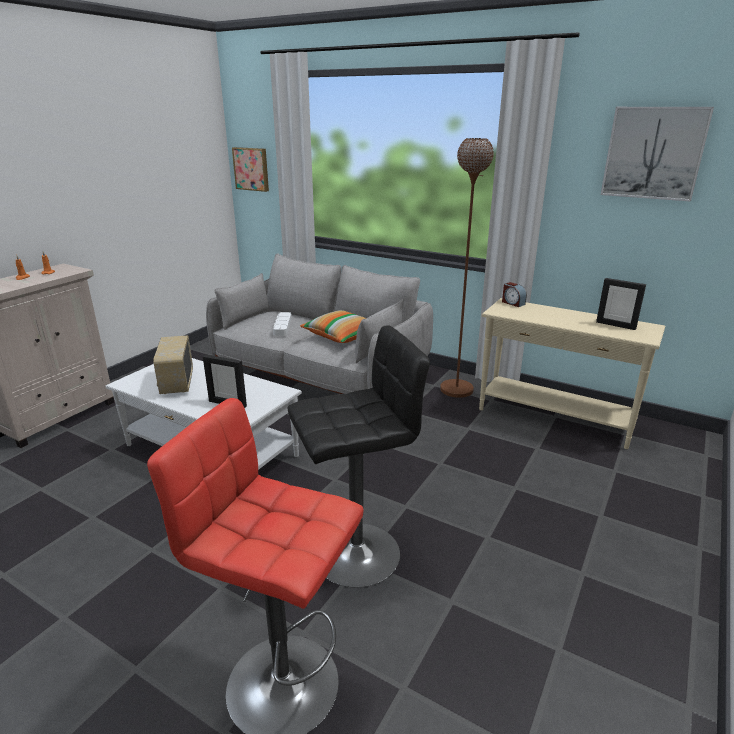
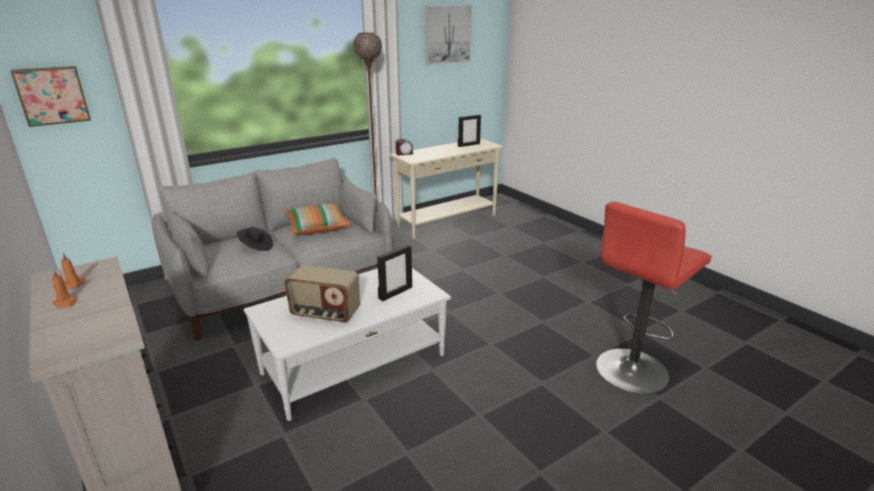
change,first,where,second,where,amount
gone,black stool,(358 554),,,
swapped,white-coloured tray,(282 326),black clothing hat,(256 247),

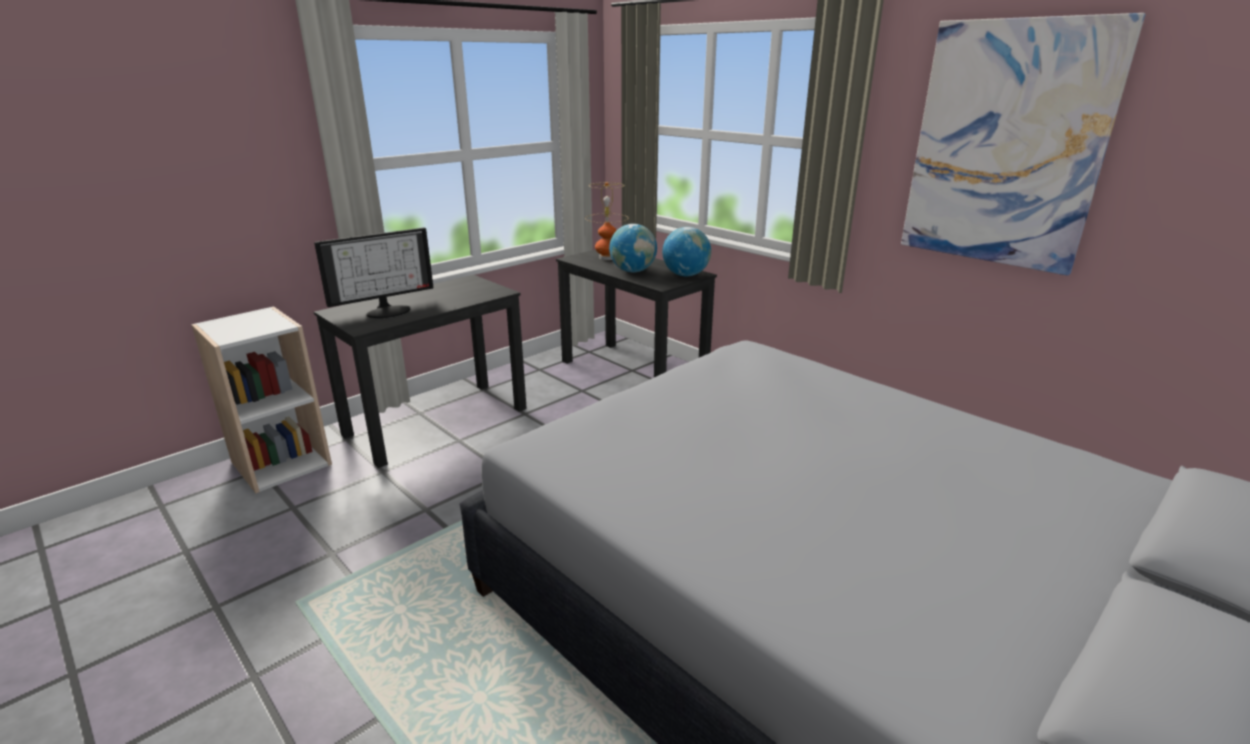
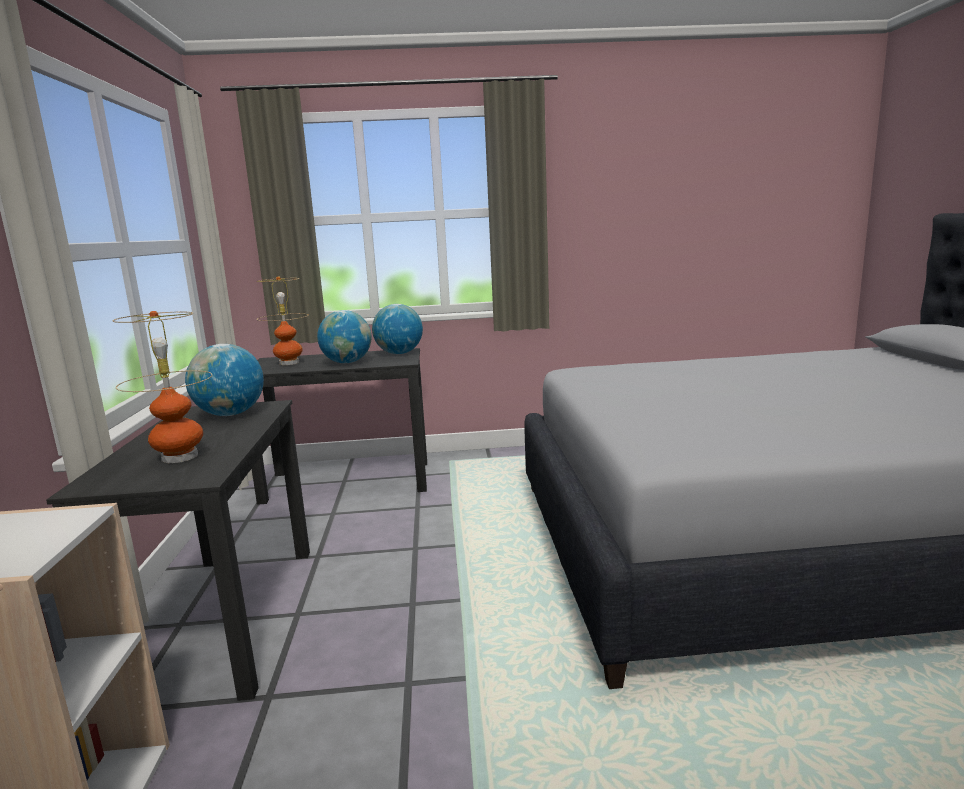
change,first,where,second,where,amount
gone,wall art,(1006 146),,,
new,,,desk globe,(230 414),
swapped,monitor,(388 310),tabletop lamp,(179 457),

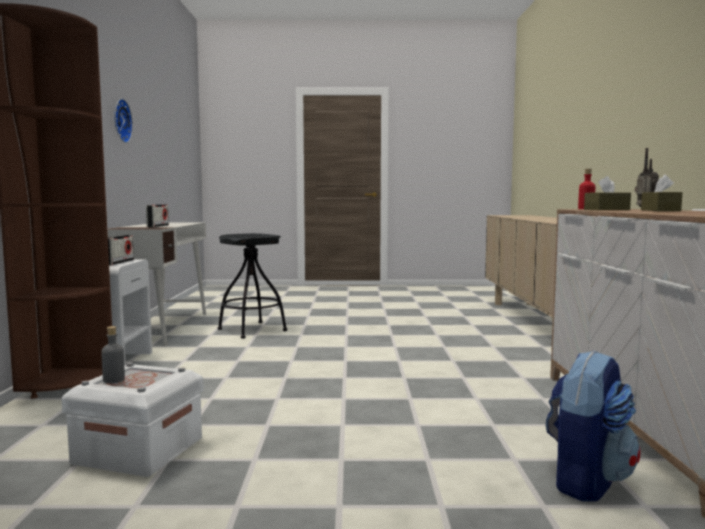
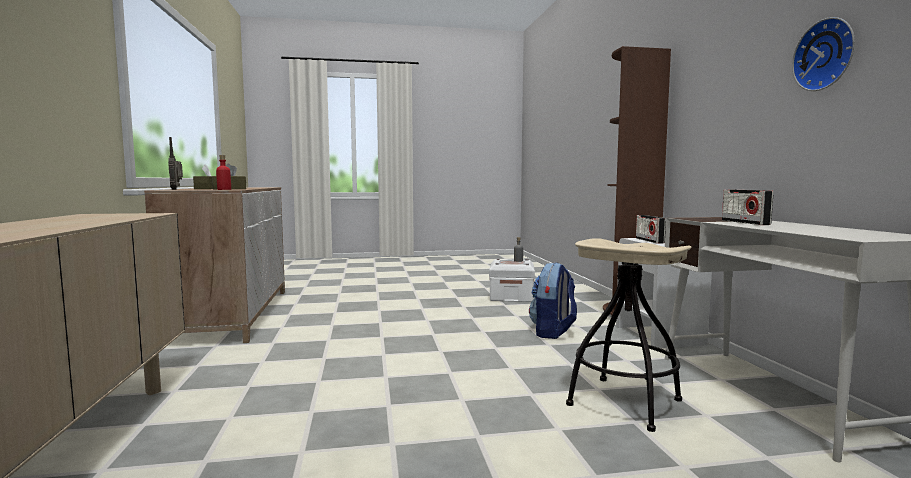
change,first,where,second,where,amount
shifted,rucksack,(586 480),,(553 332),
repainted,black stool,(252 330),beige stool,(623 402),

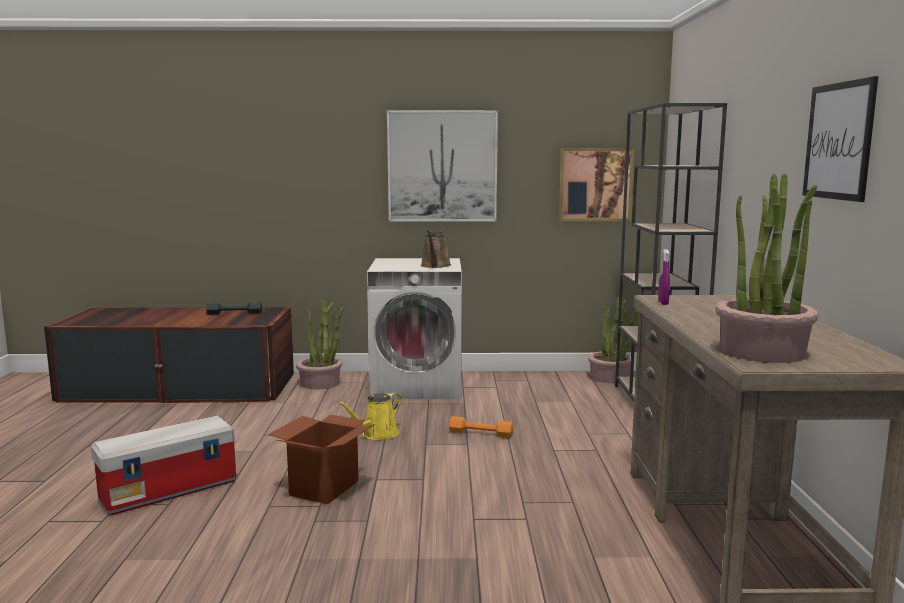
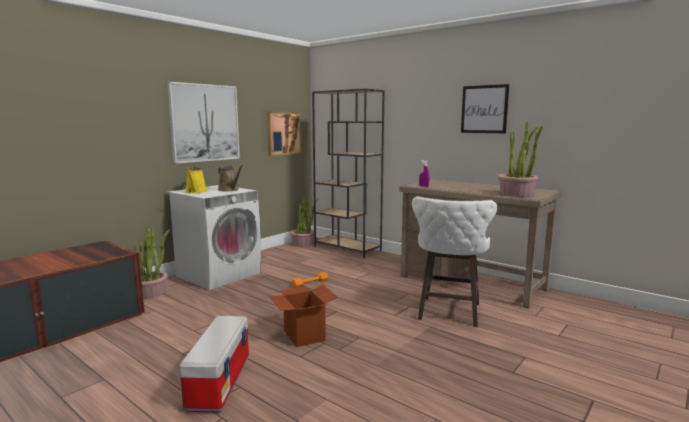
change,first,where,second,where,amount
gone,greyish hand weight,(234 313),,,
new,,,white-coloured stool,(448 313),
shifted,yellow-coloured sprinkling can,(377 434),,(196 192),

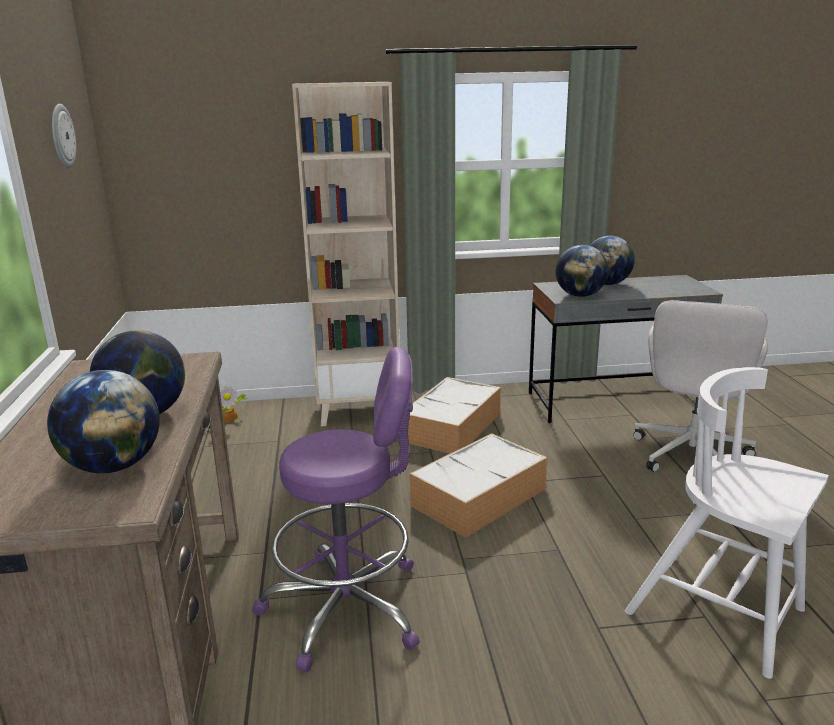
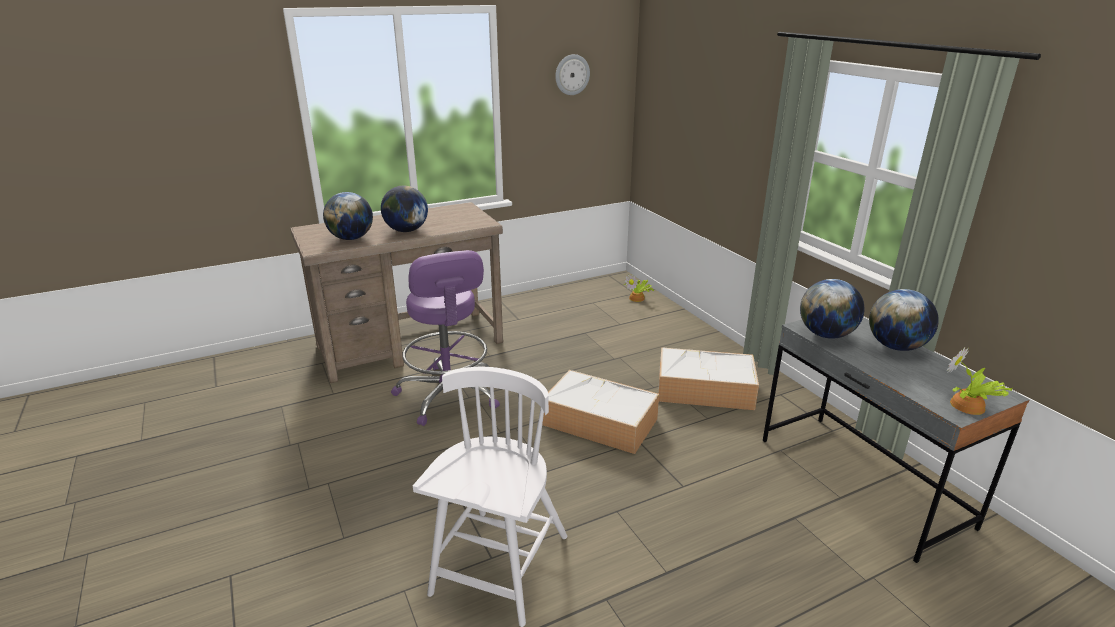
change,first,where,second,where,amount
gone,beige shelving unit,(359 409),,,
gone,white-coloured desk chair,(690 454),,,
new,,,houseplant,(968 407),

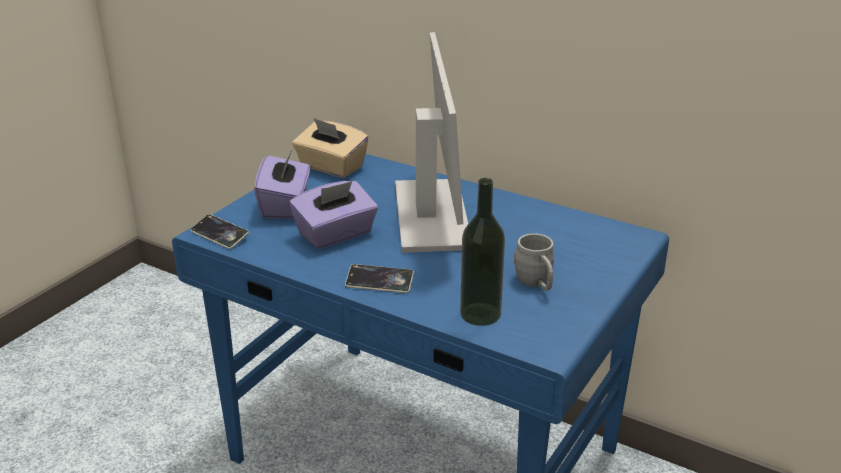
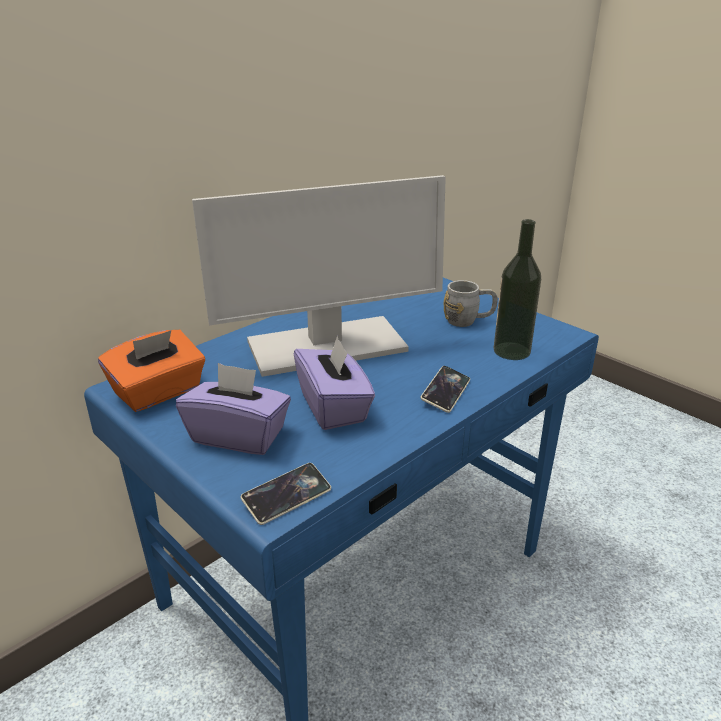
change,first,where,second,where,amount
repainted,beige box of tissues,(331 167),orangey box of tissues,(159 392),
rotated,monitor,(432 216),,(325 347),150 degrees clockwise

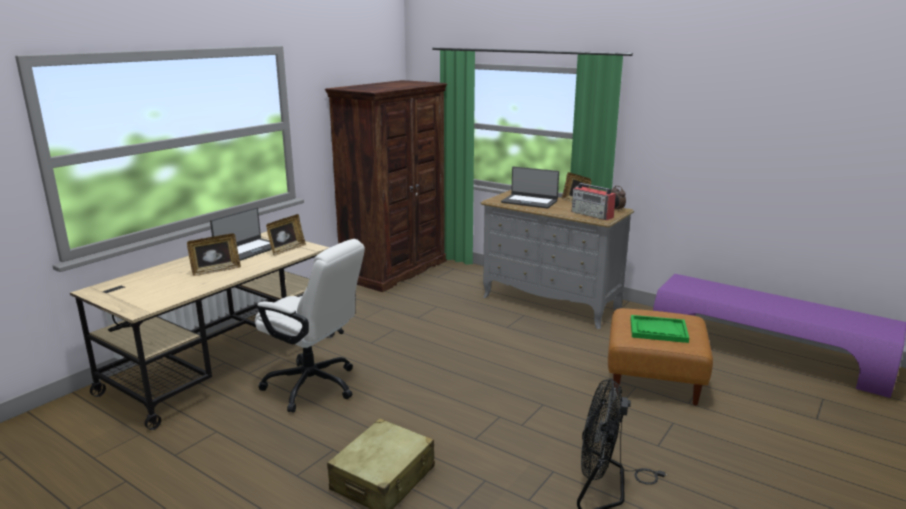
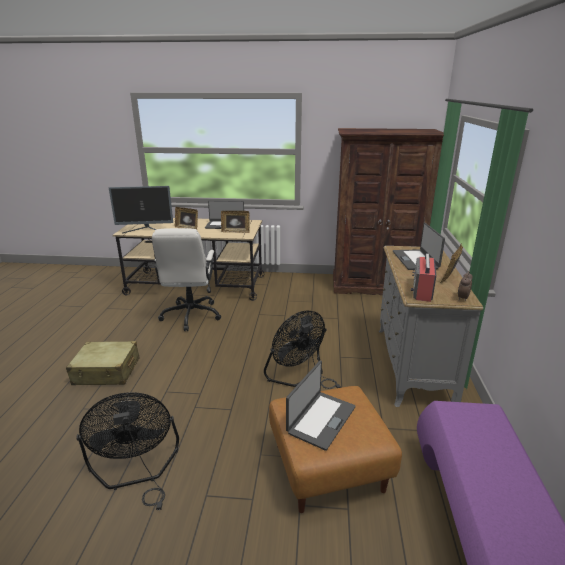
change,first,where,second,where,amount
new,,,monitor,(145 230),
new,,,black cooling fan,(304 375),
swapped,green-coloured tray,(658 330),notebook computer,(320 419),

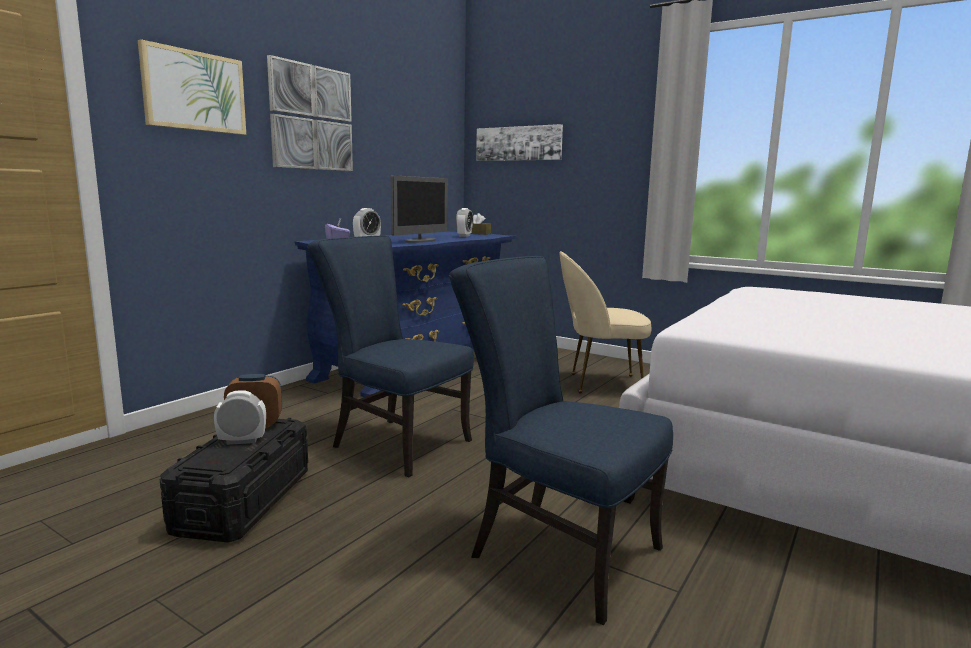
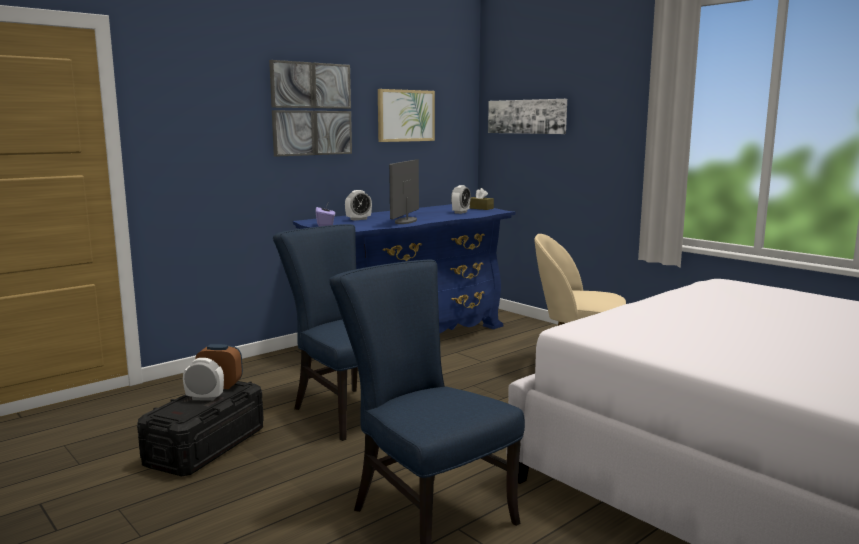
change,first,where,second,where,amount
shifted,wall art,(194 91),,(405 115),
rotated,monitor,(420 241),,(405 221),150 degrees clockwise

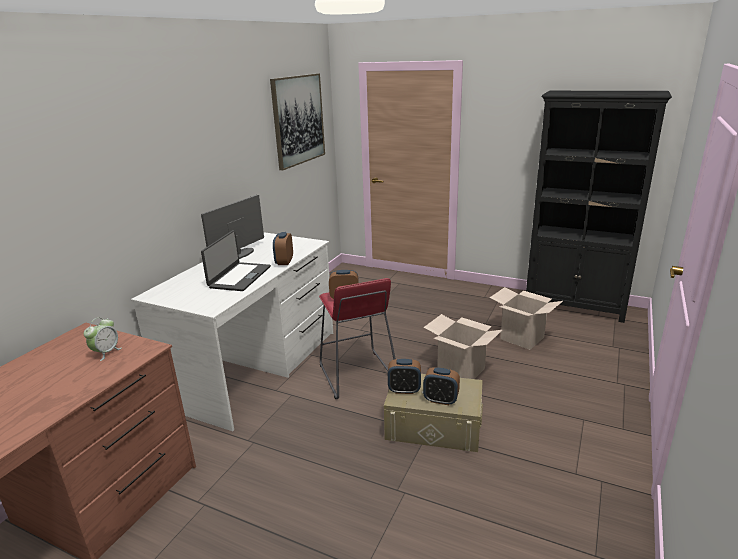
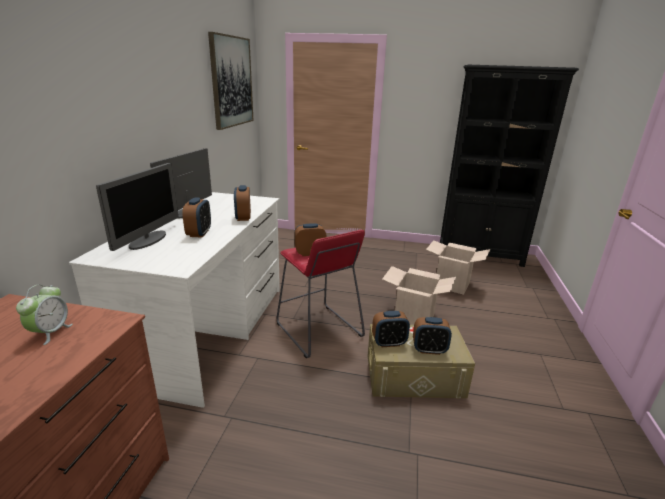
change,first,where,second,where,amount
new,,,monitor,(148 240),
swapped,notebook computer,(239 277),alarm clock,(199 233),

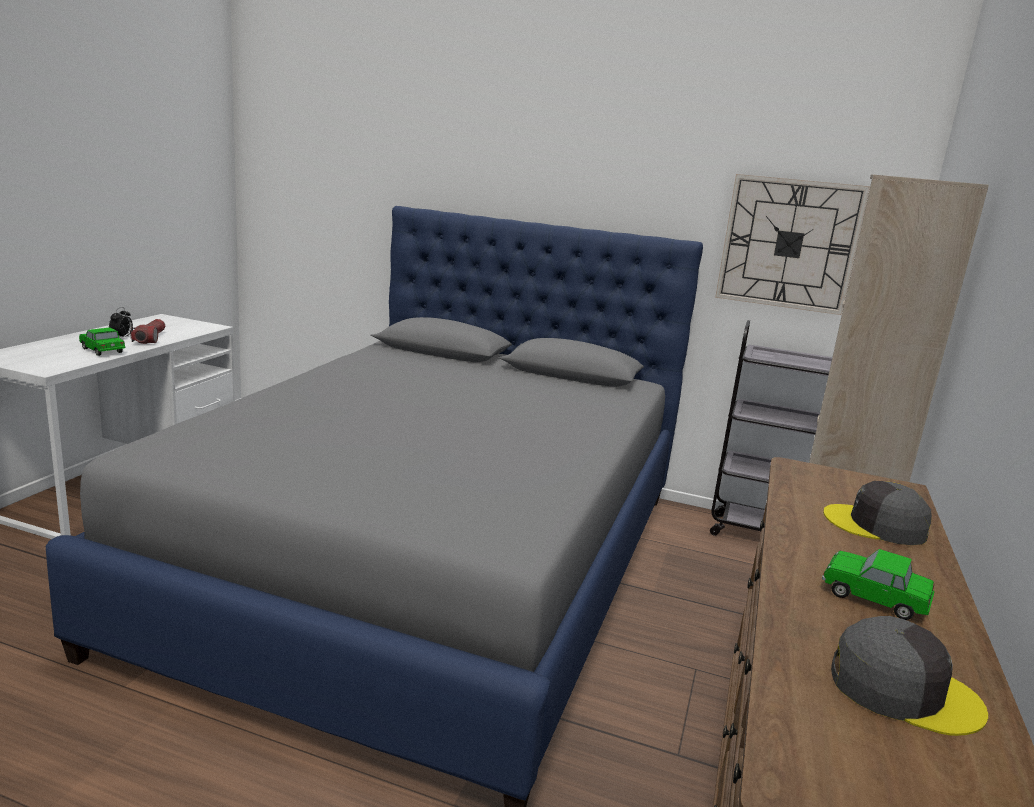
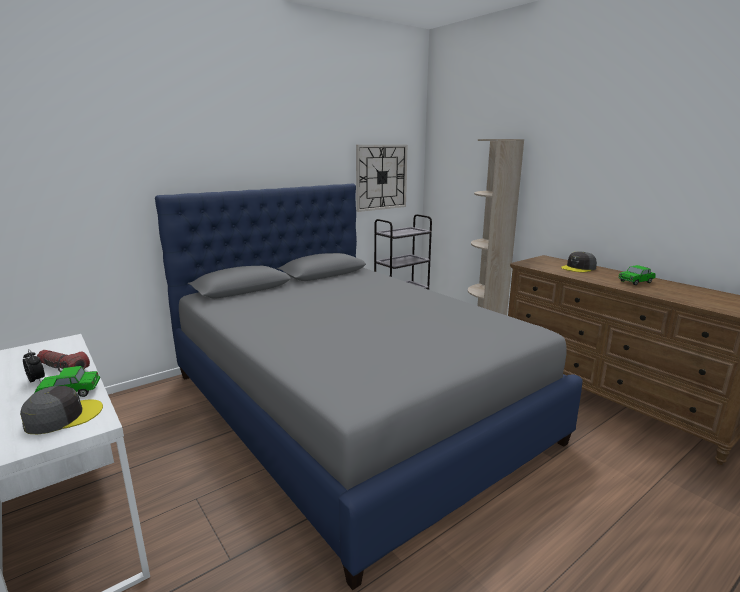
change,first,where,second,where,amount
shifted,greyish peaked cap,(902 689),,(63 416),

